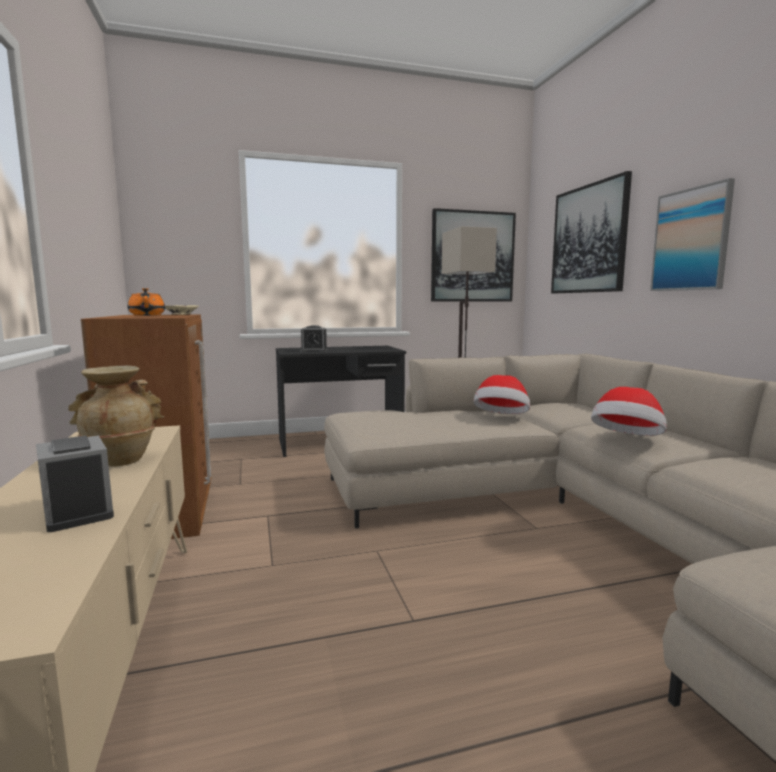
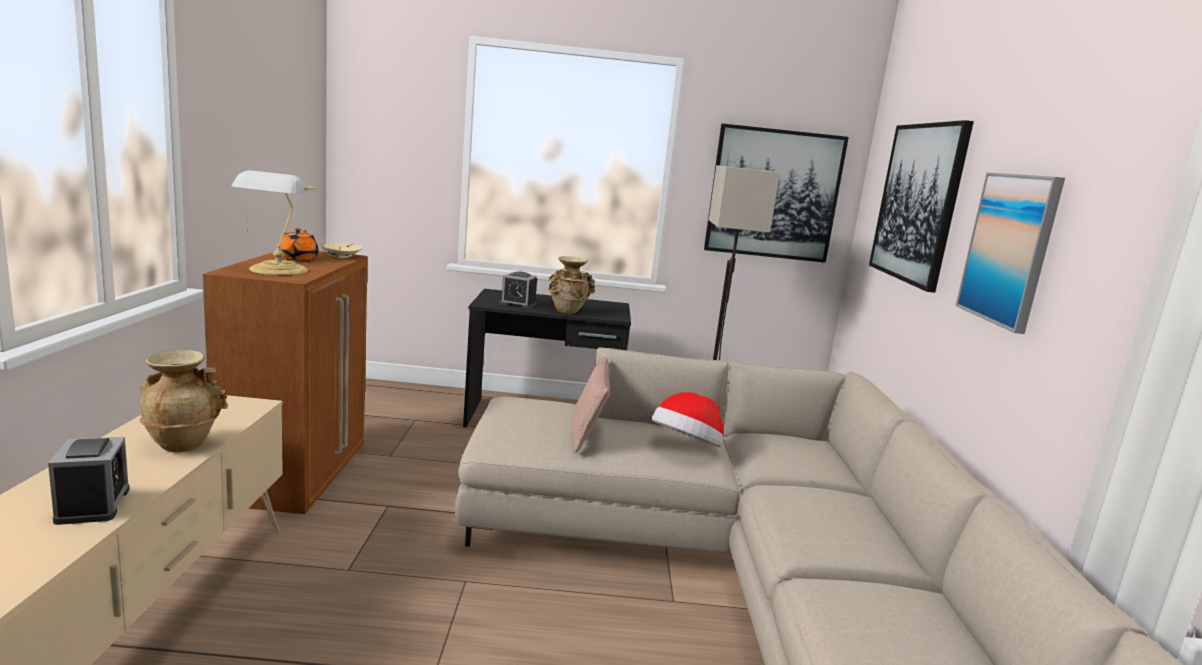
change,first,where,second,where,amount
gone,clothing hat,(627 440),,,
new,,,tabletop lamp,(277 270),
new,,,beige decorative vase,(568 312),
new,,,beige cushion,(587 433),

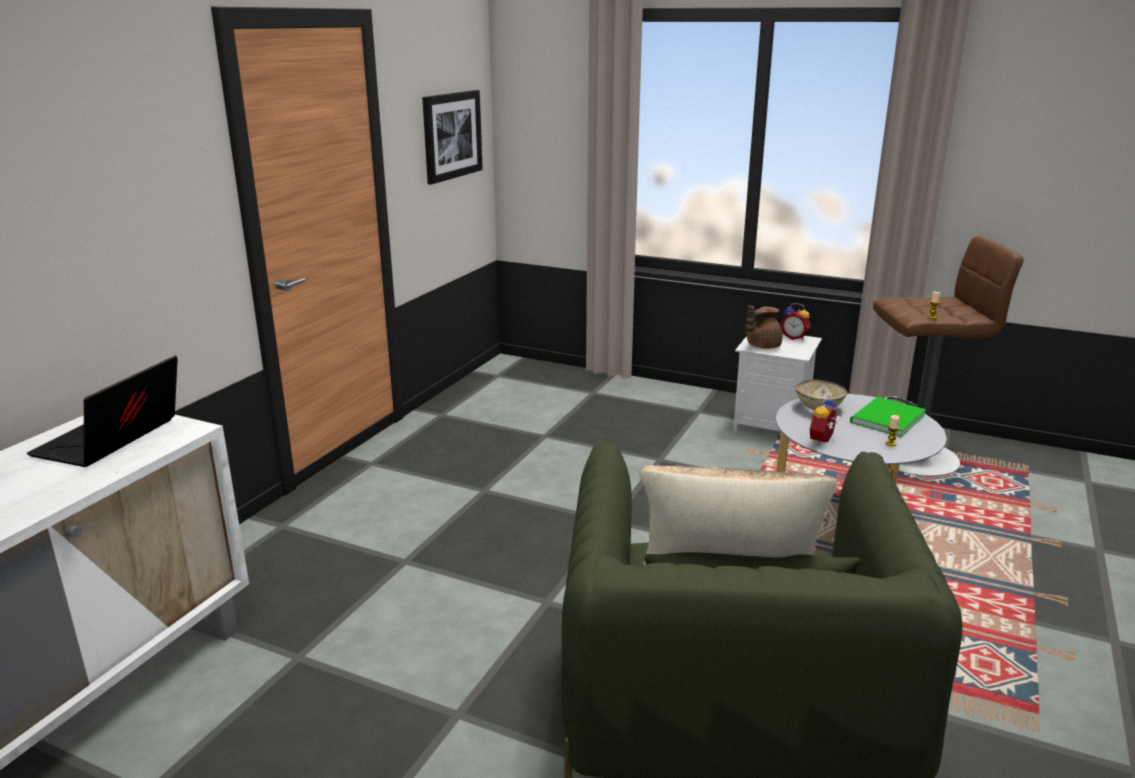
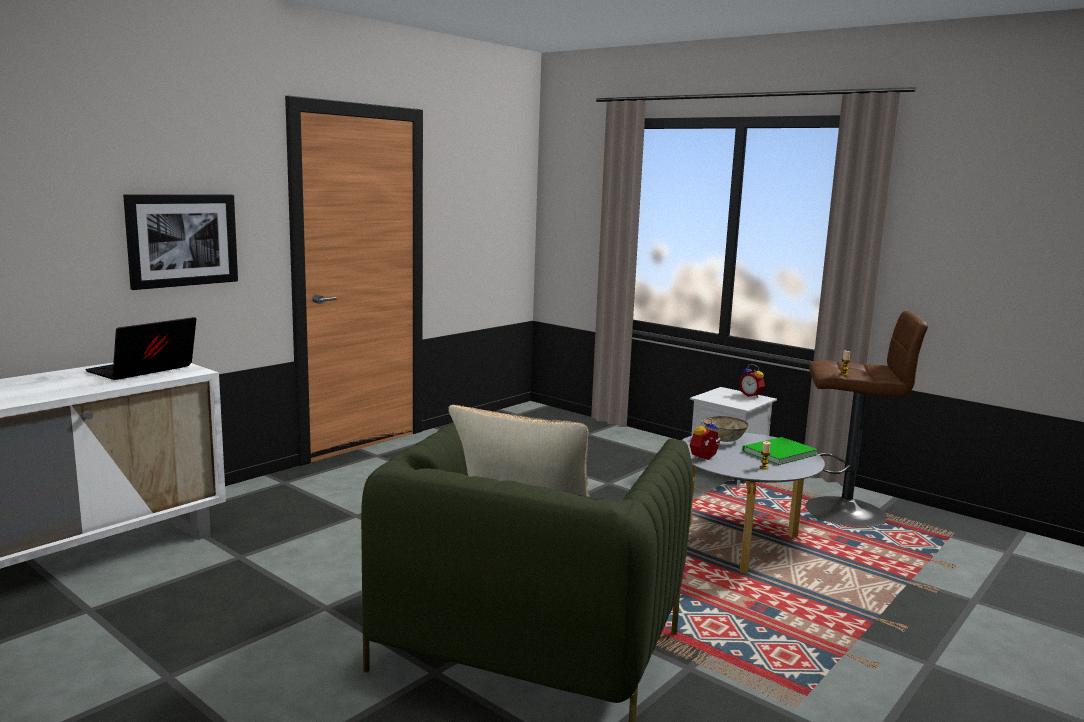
change,first,where,second,where,amount
gone,brown teapot,(762 346),,,
shifted,wall art,(451 135),,(182 240),

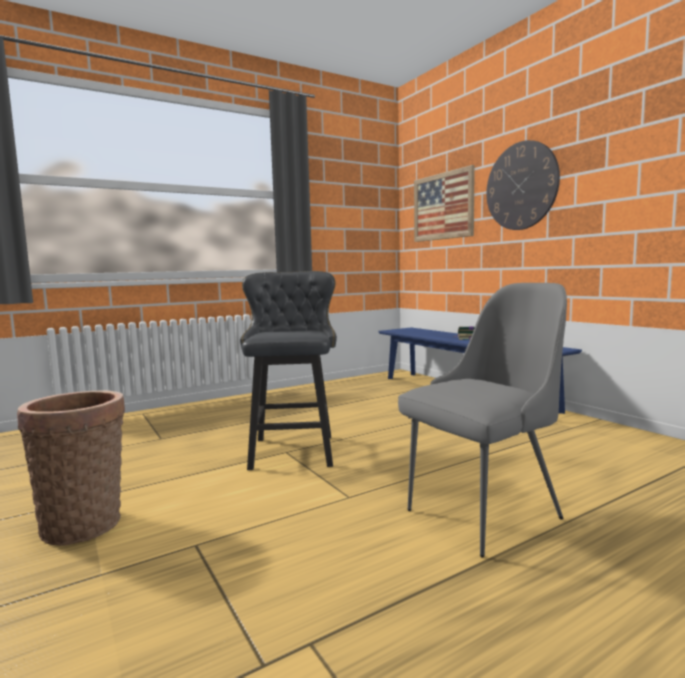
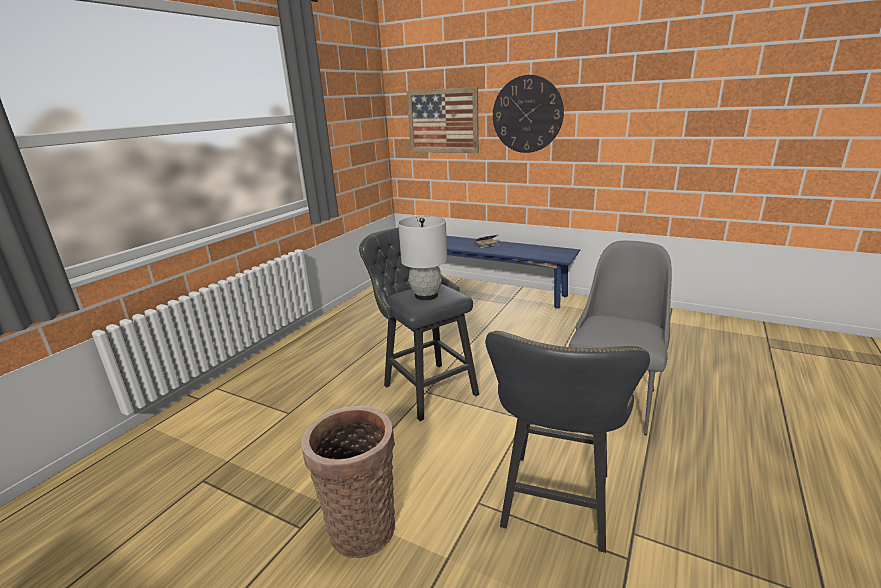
change,first,where,second,where,amount
new,,,white-coloured tabletop lamp,(426 295),
new,,,greyish stool,(554 511),

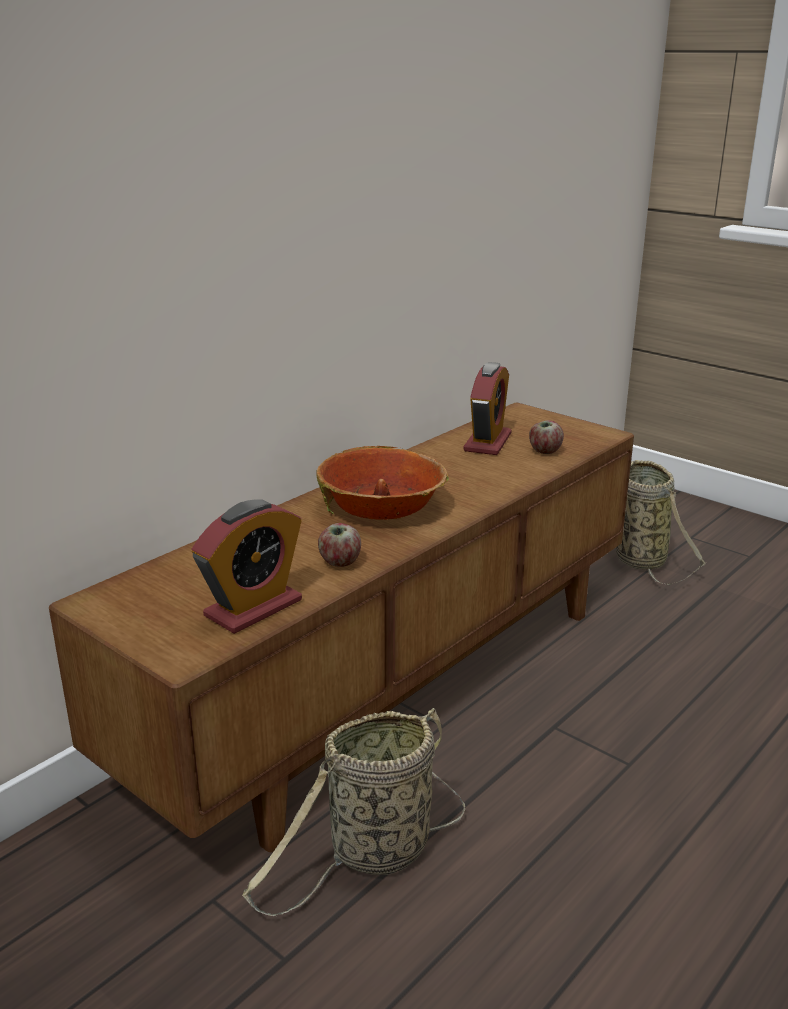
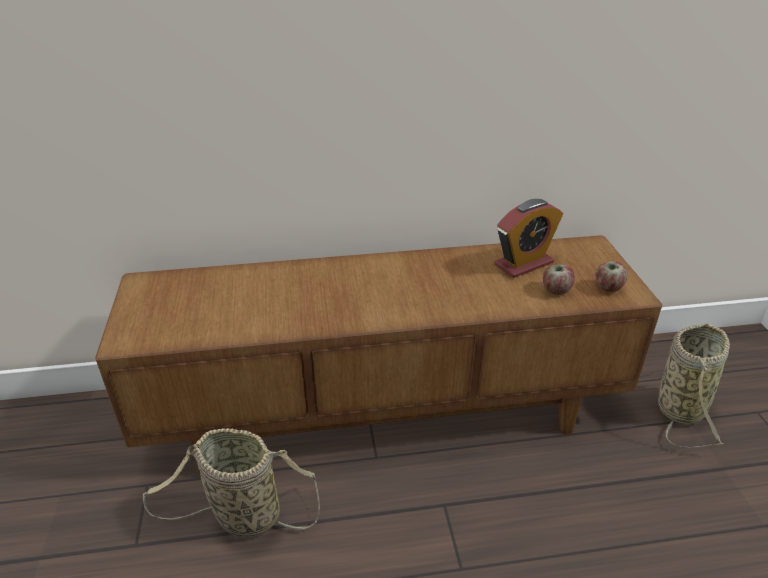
change,first,where,second,where,amount
gone,alarm clock,(253 608),,,
gone,serving bowl,(382 507),,,
shifted,apple fruit,(340 562),,(608 287),

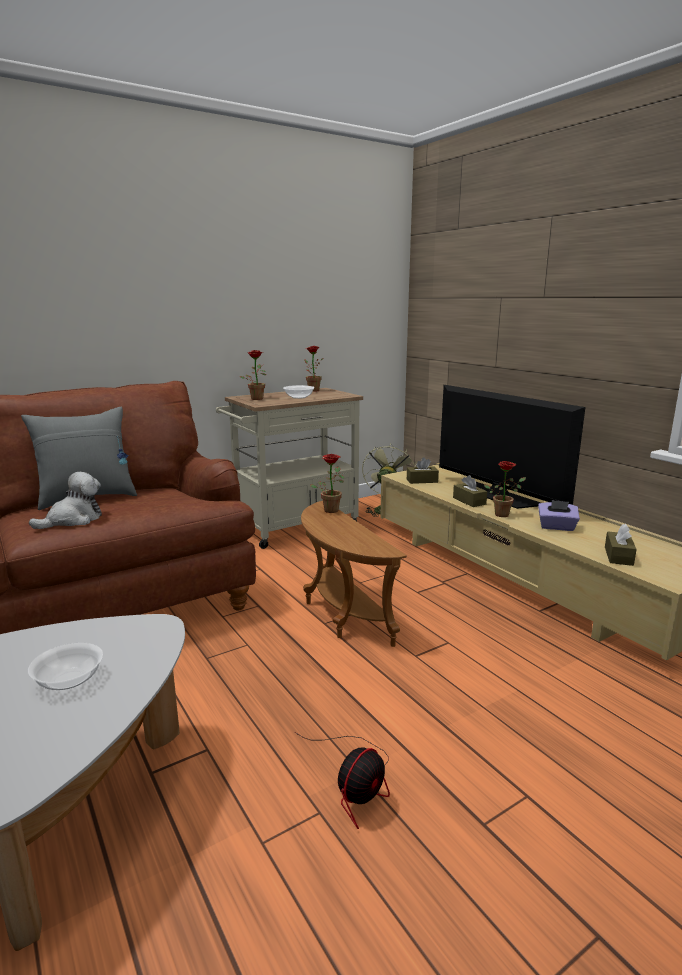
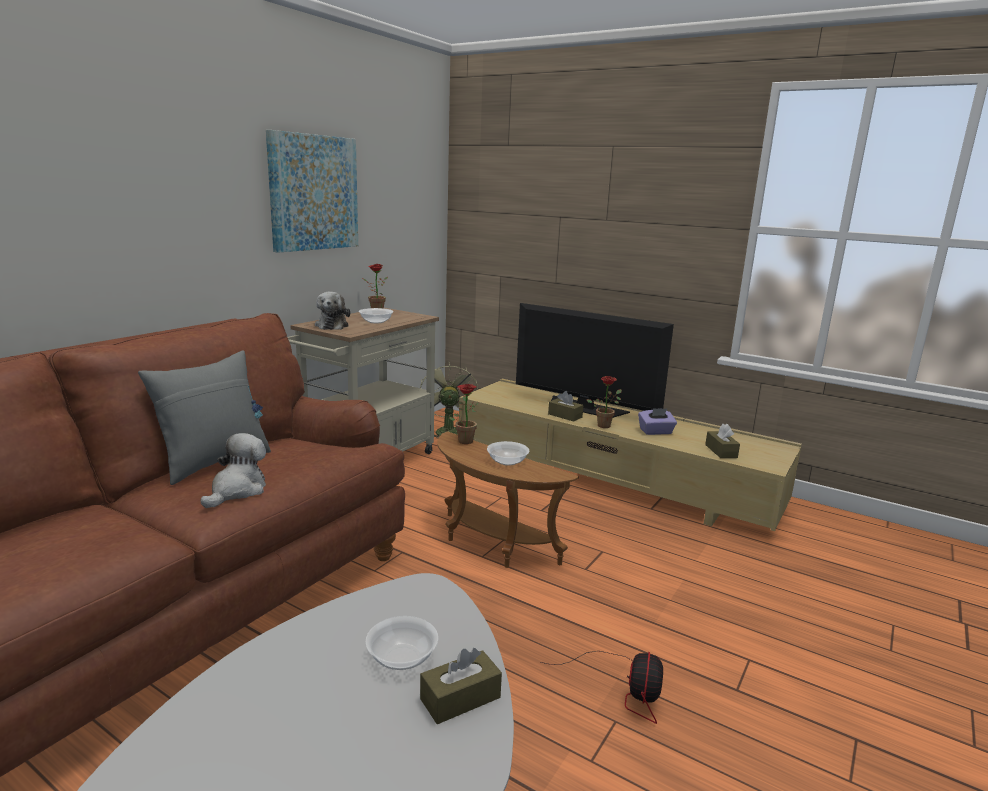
change,first,where,second,where,amount
new,,,wall art,(313 193),
new,,,serving bowl,(507 461),
shifted,brown box of tissues,(422 481),,(460 698),
swapped,houseplant,(256 398),soft toy,(332 325),

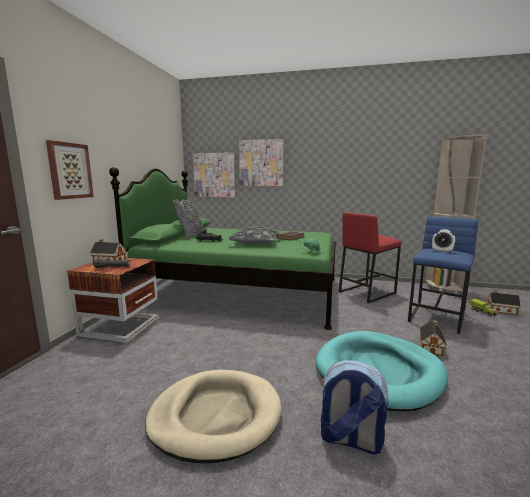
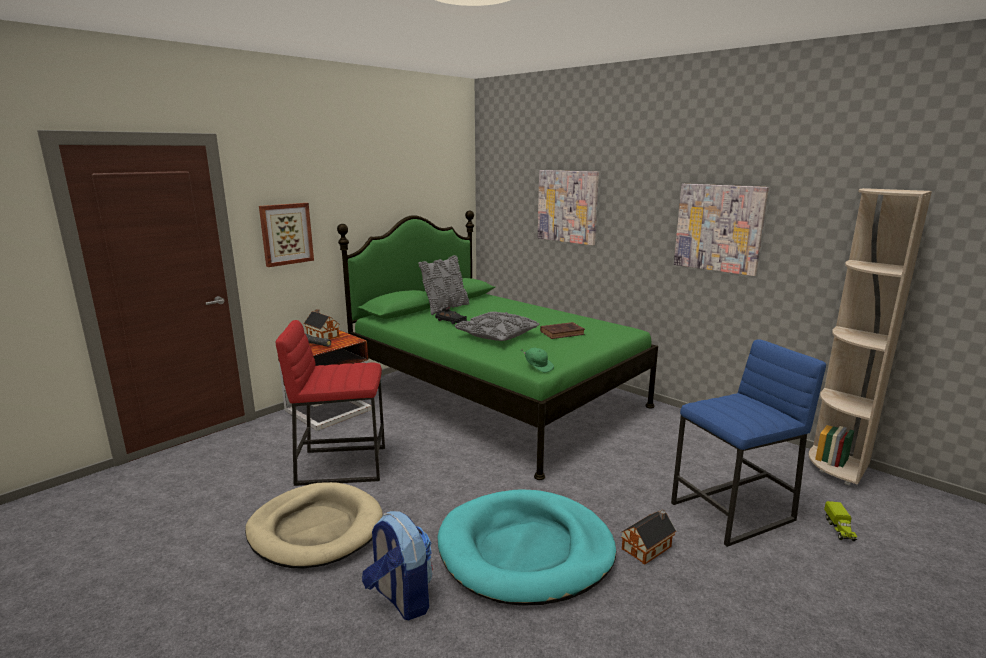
change,first,where,second,where,amount
gone,alarm clock,(442 251),,,
gone,toy house,(500 310),,,
shifted,wall art,(214 175),,(719 228),
shifted,red-coloured stool,(367 292),,(342 465),

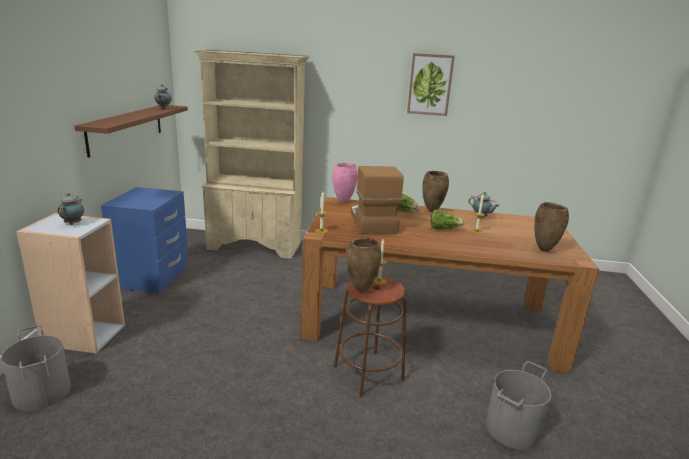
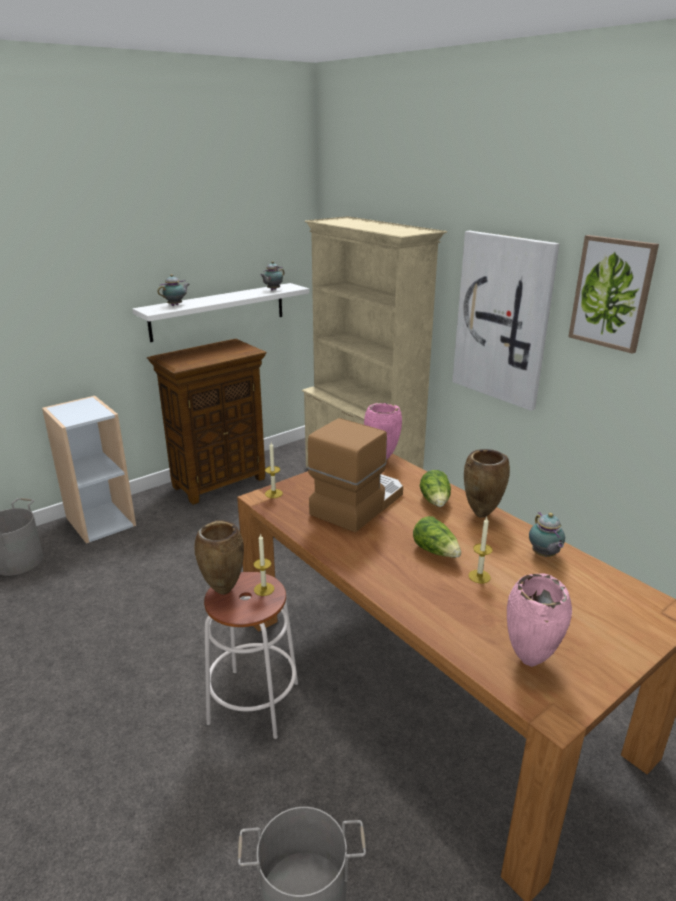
change,first,where,second,where,amount
new,,,wall art,(503 319),
shifted,teapot,(74 223),,(176 305),
swapped,blue bedside table,(153 277),brown storage cabinet,(219 482),
repainted,brown wall shelf,(126 128),white-coloured wall shelf,(218 311),
repainted,brown stool,(368 373),white-coloured stool,(254 702),
repainted,brown decorative vase,(544 250),pink decorative vase,(530 661),

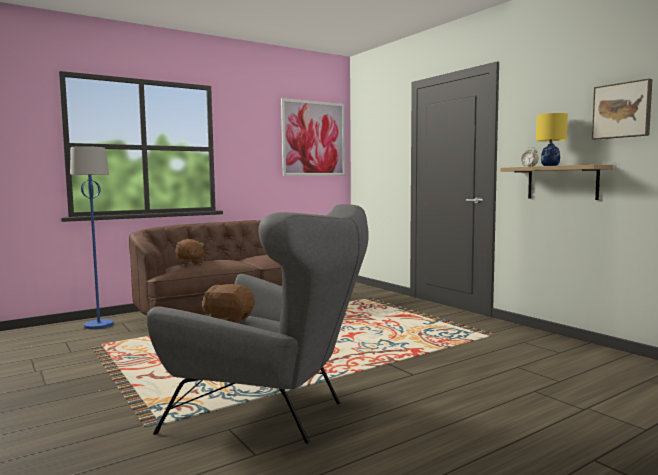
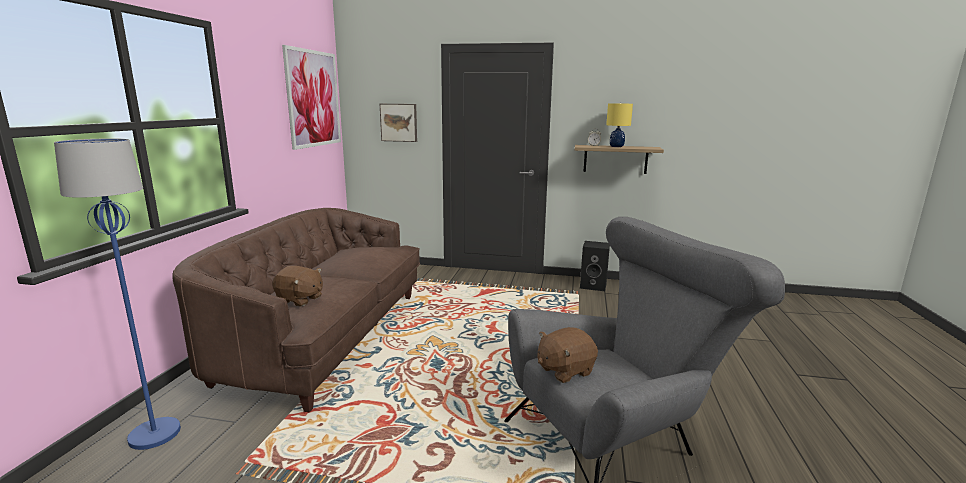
change,first,where,second,where,amount
new,,,black speaker,(594 286),
shifted,wall art,(622 110),,(399 122),

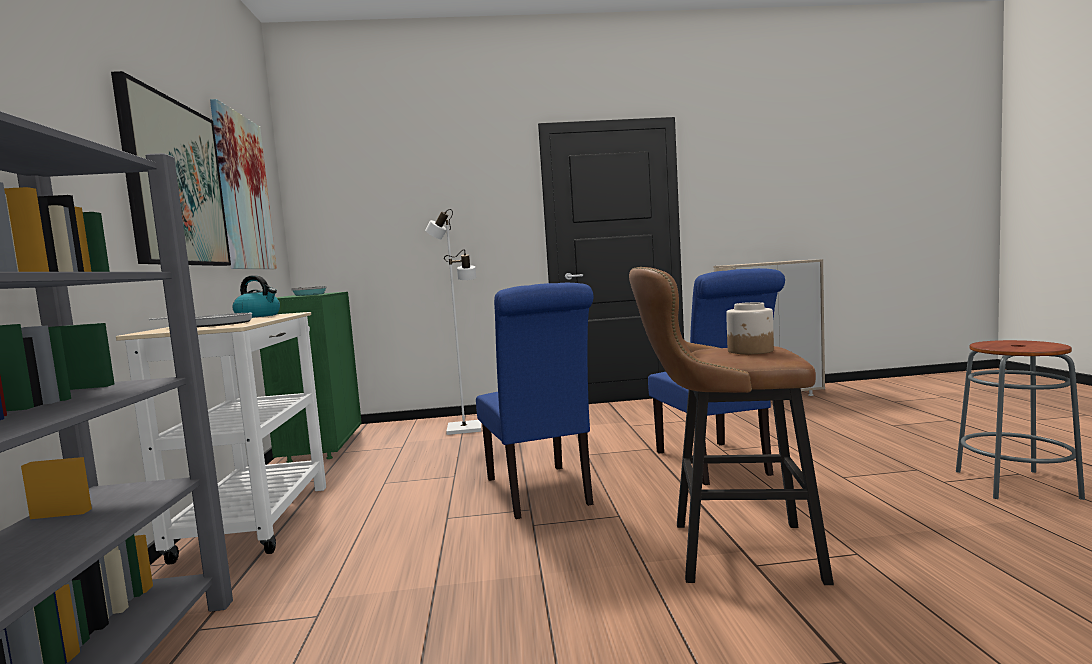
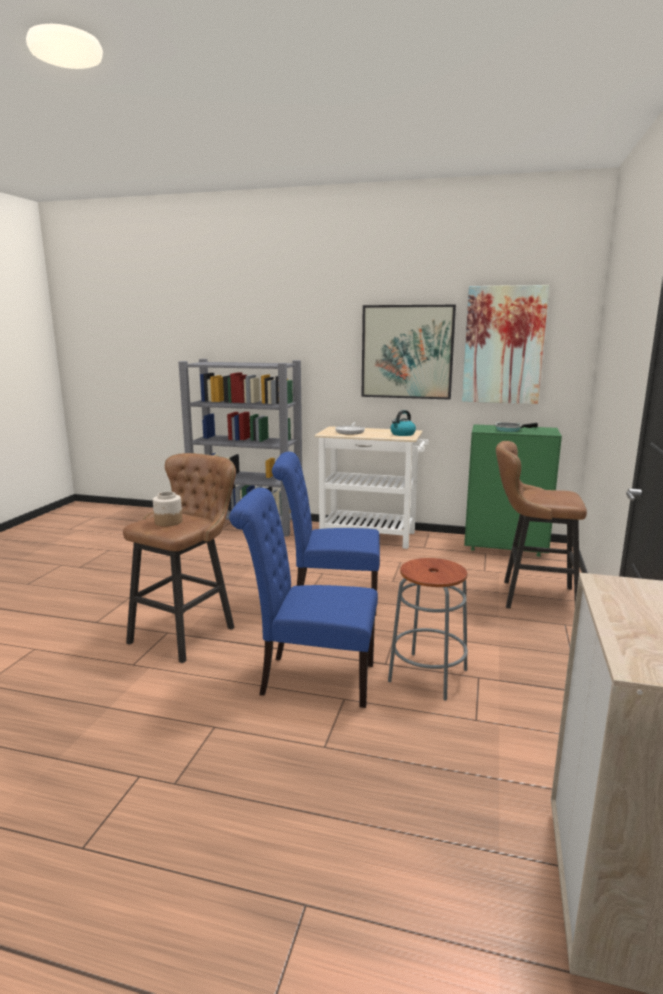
change,first,where,second,where,amount
shifted,greyish stool,(1015 484),,(428 675),
swapped,white-coloured standard lamp,(464 428),brown stool,(528 596),

